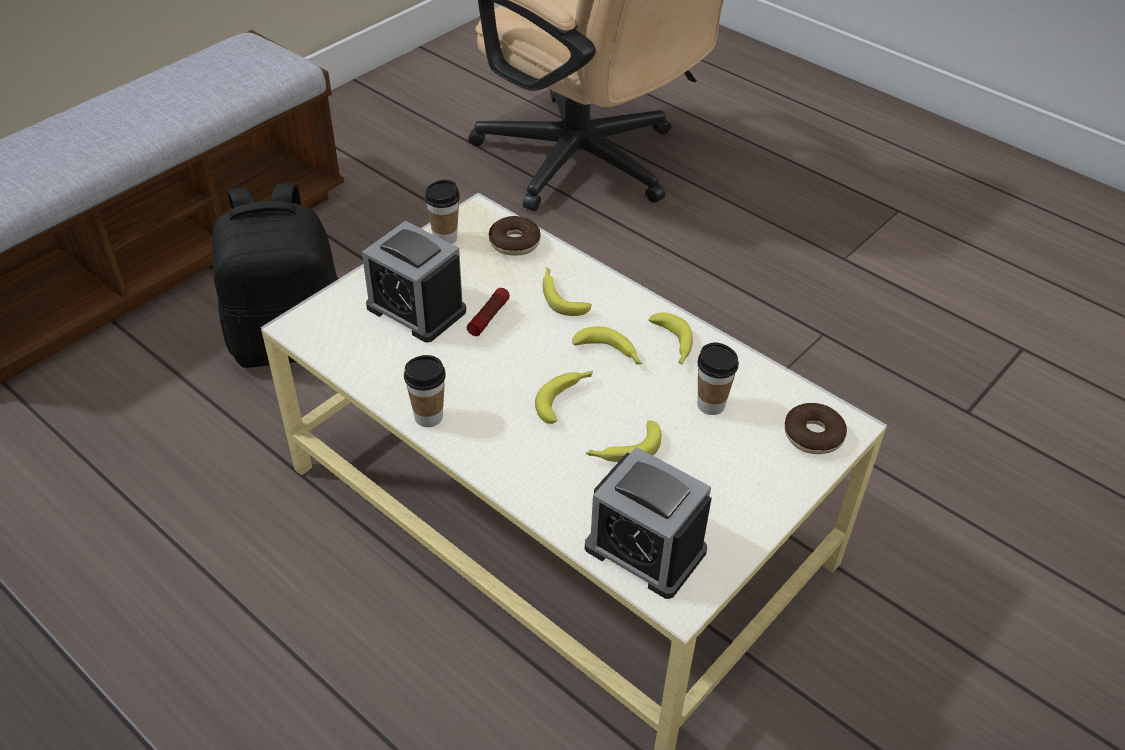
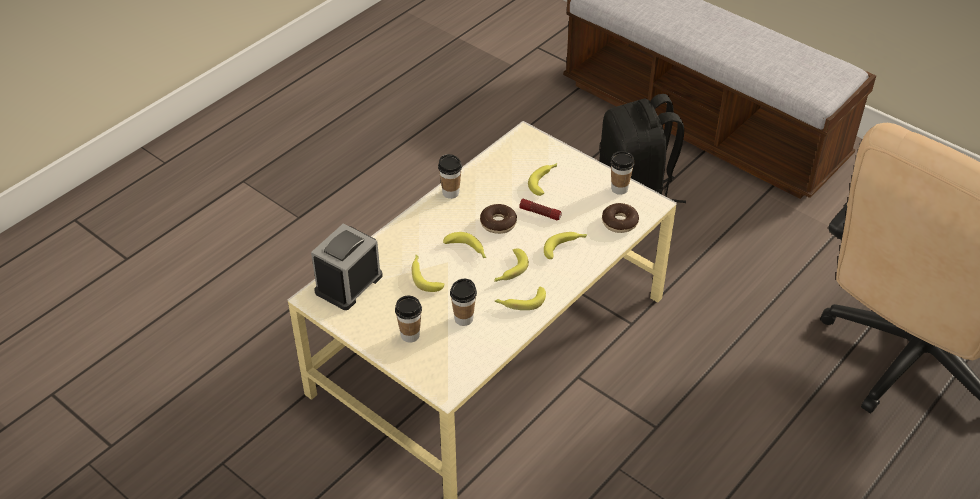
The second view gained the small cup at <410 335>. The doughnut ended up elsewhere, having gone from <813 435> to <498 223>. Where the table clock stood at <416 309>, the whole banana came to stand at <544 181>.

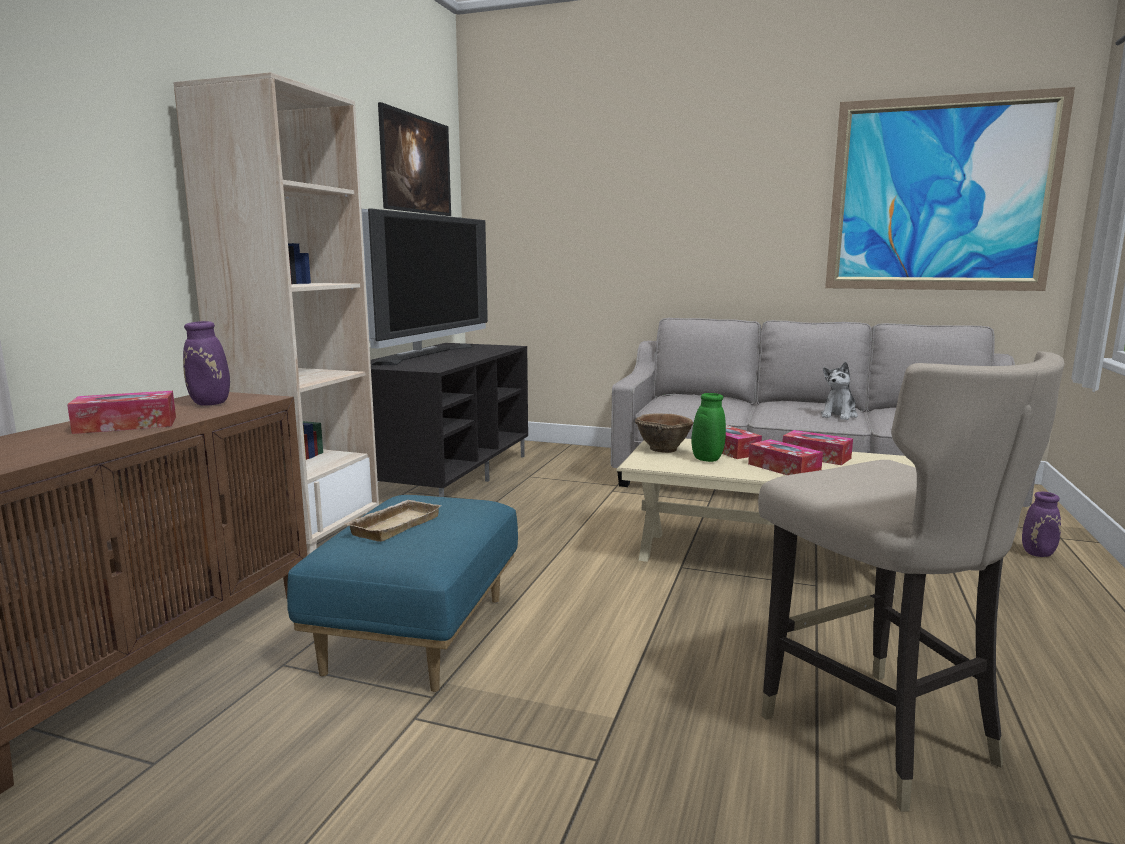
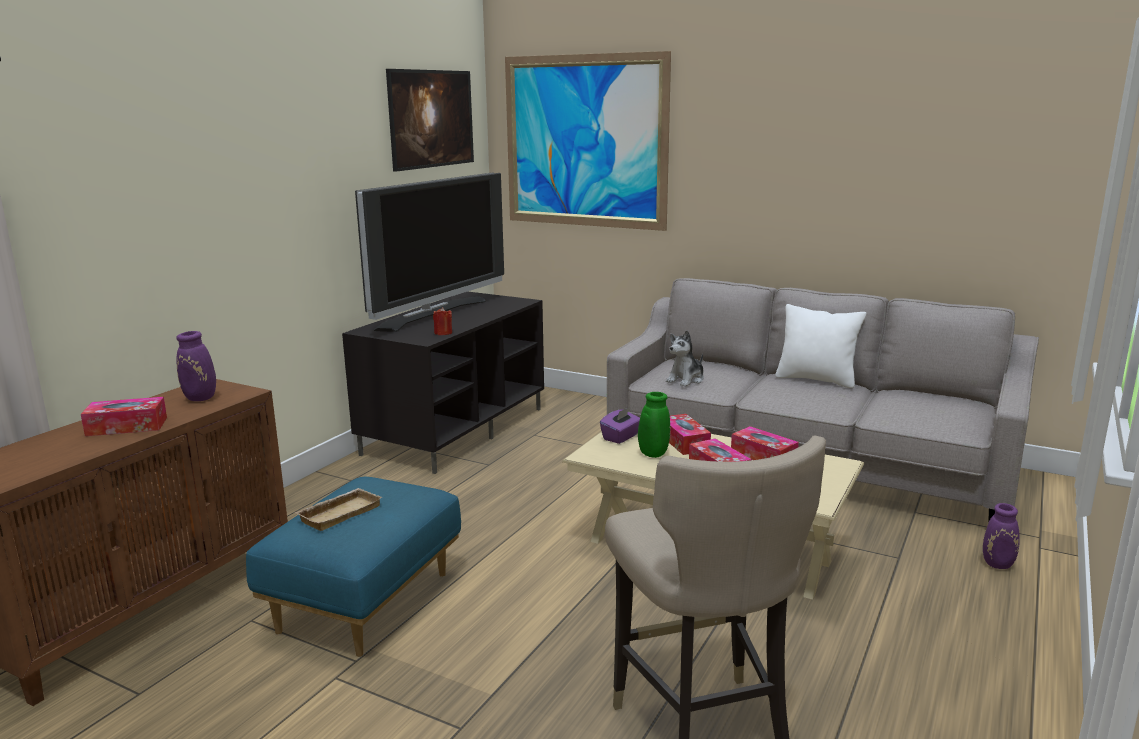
The second view lost the beige-coloured bookshelf at <307 550>. The second view gained the red candle at <443 333>. The second view gained the white-coloured pillow at <816 379>. The soft toy ended up elsewhere, having gone from <839 415> to <686 380>. The wall art ended up elsewhere, having gone from <940 195> to <584 142>. Where the brownish bowl stood at <662 449>, the purple tissue holder came to stand at <621 437>.

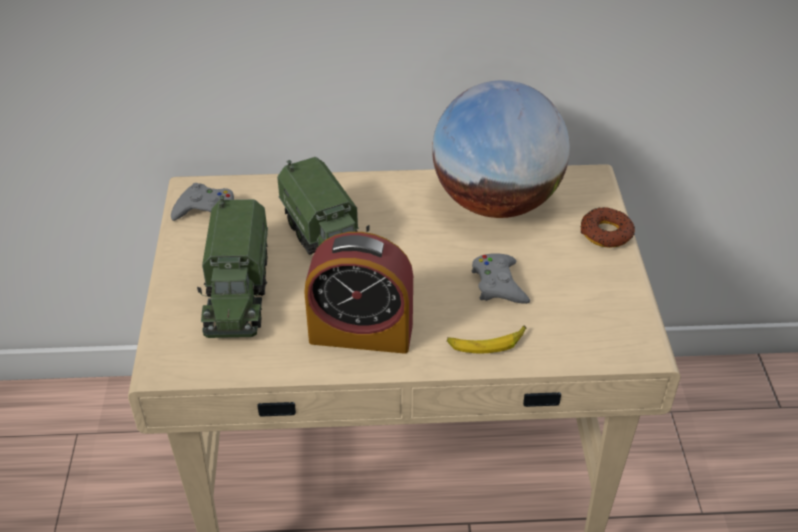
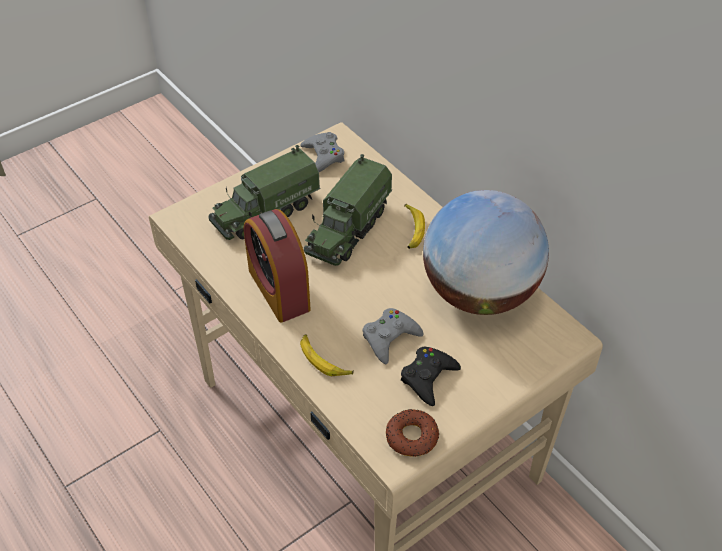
The second view gained the blackish game controller at <428 378>. The second view gained the whole banana at <412 230>. The doughnut ended up elsewhere, having gone from <606 233> to <411 437>.

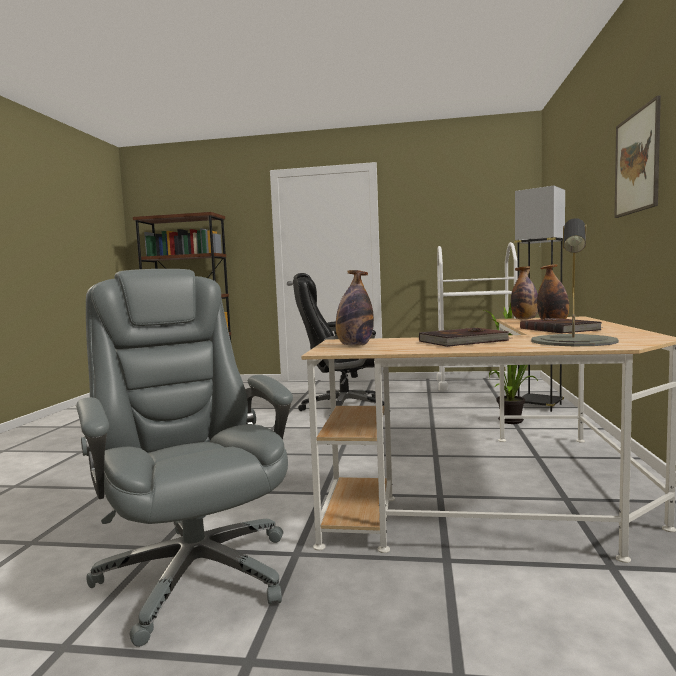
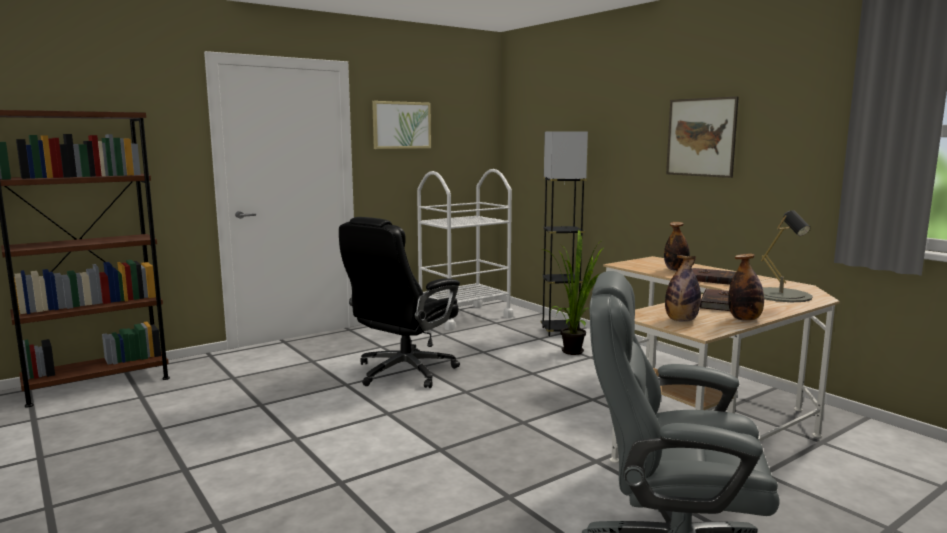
The second view gained the wall art at <401 125>. The bottle ended up elsewhere, having gone from <525 319> to <744 319>.

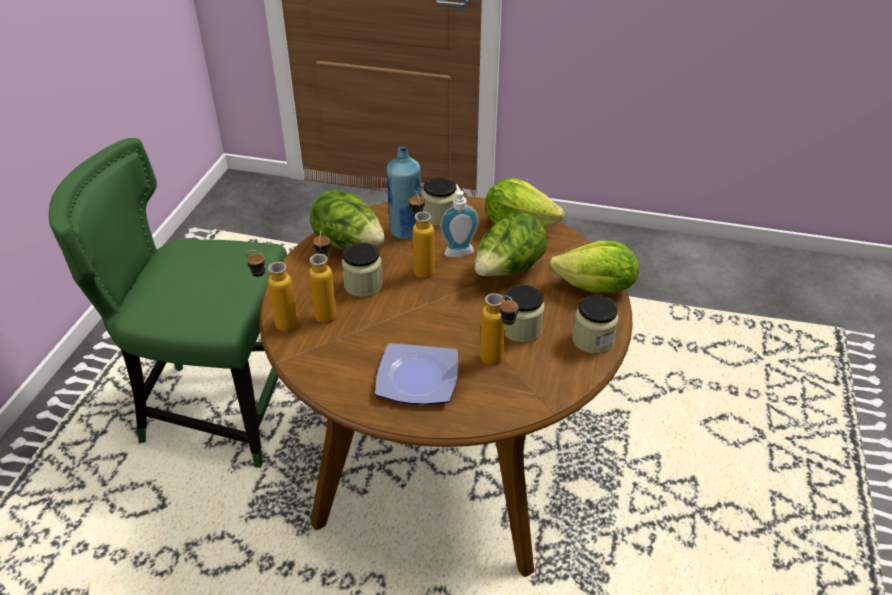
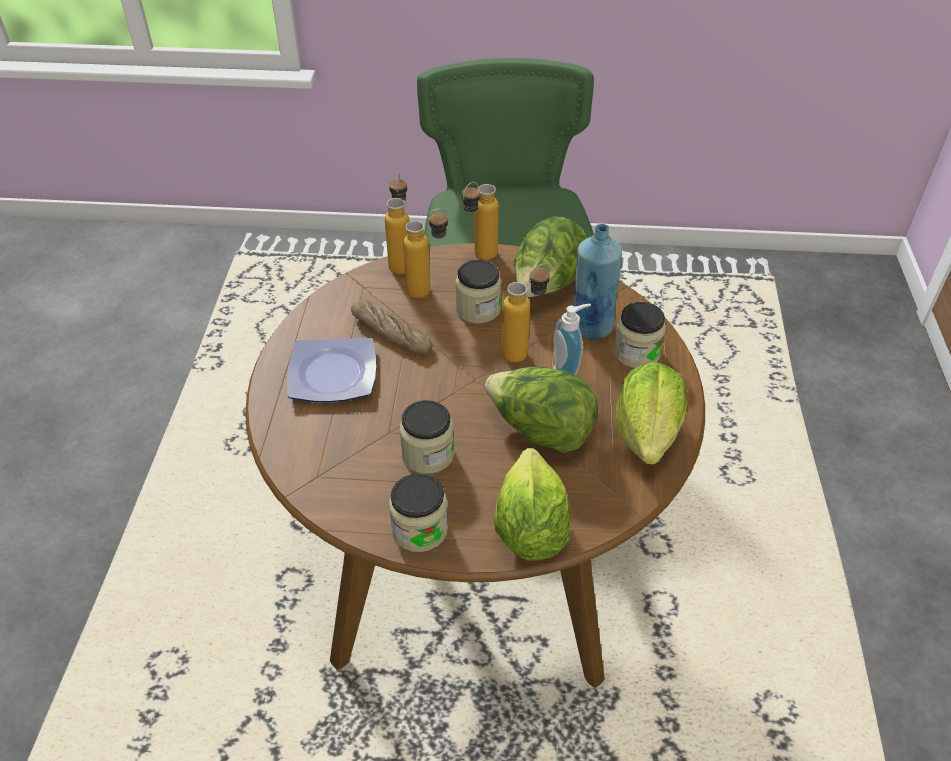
The second view gained the baked bread at <391 333>. The bottle ended up elsewhere, having gone from <497 363> to <479 258>.

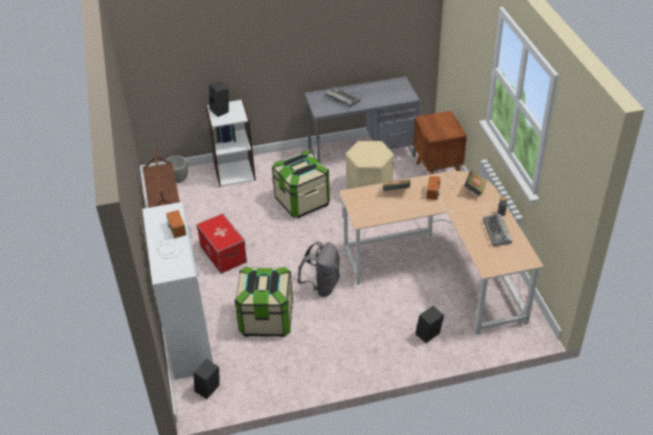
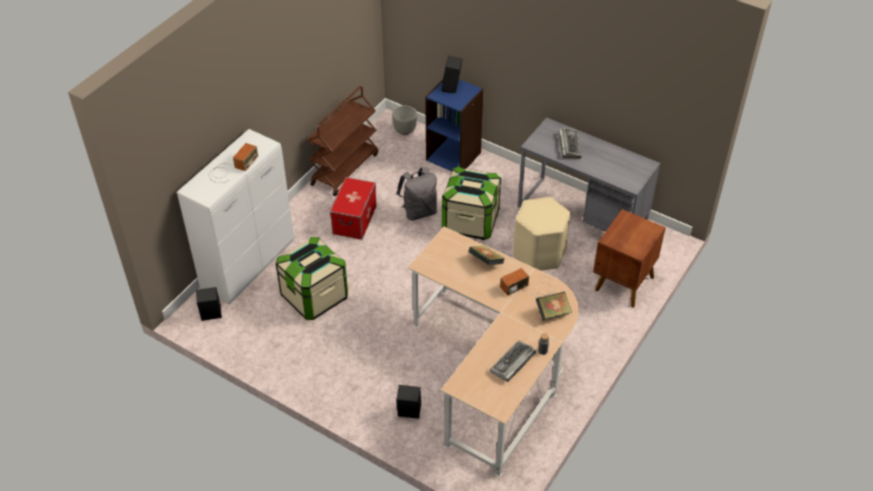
The greyish knapsack ended up elsewhere, having gone from <322 286> to <419 211>. What was the white-coloured bookshelf at <234 172> turned into the bluish bookshelf at <454 156>.

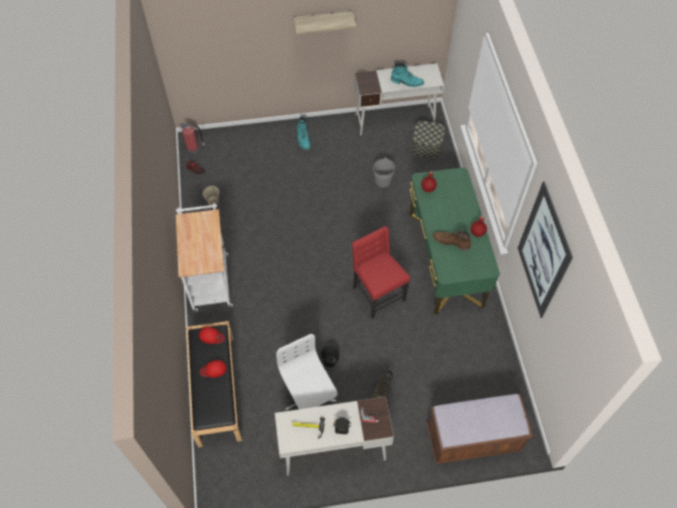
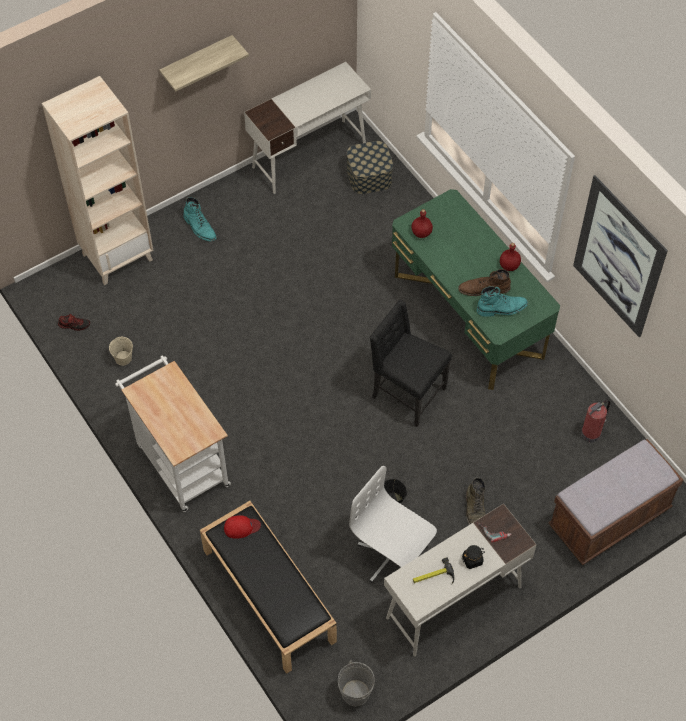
The second view lost the red cap at <213 369>. The second view gained the beige-coloured bookshelf at <117 256>. The fire extinguisher ended up elsewhere, having gone from <193 149> to <591 433>. The greyish bucket ended up elsewhere, having gone from <382 181> to <355 693>. The turquoise-coloured tall boot ended up elsewhere, having gone from <407 82> to <502 308>. What was the red chair at <377 294> turned into the blackish chair at <407 393>.

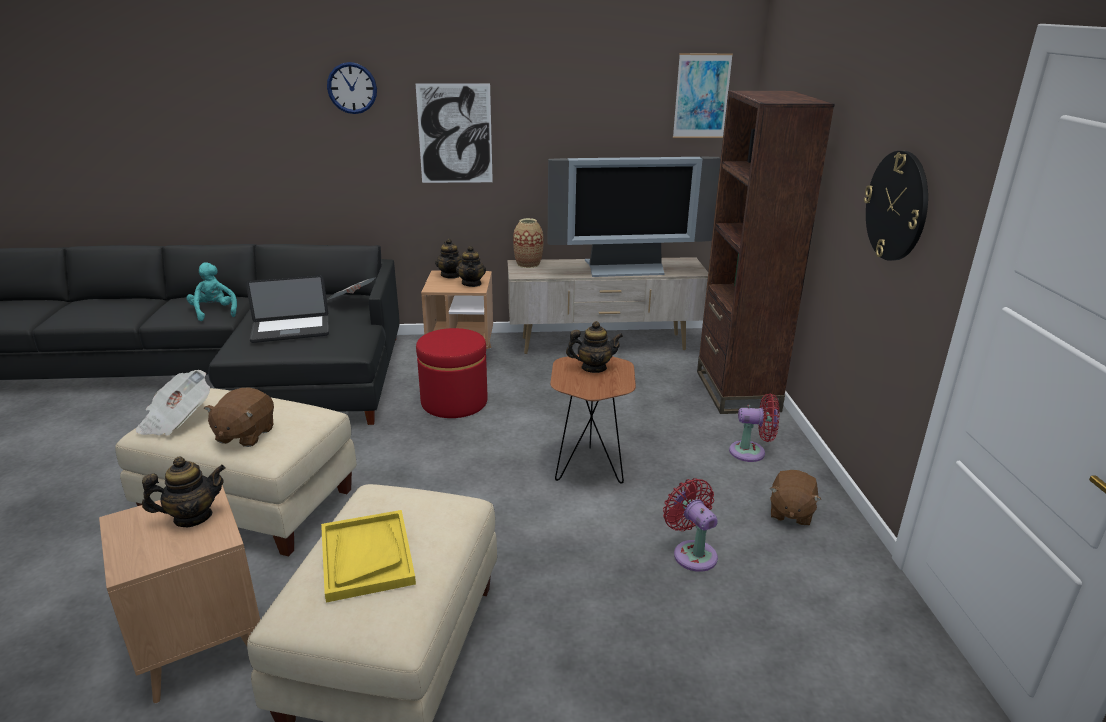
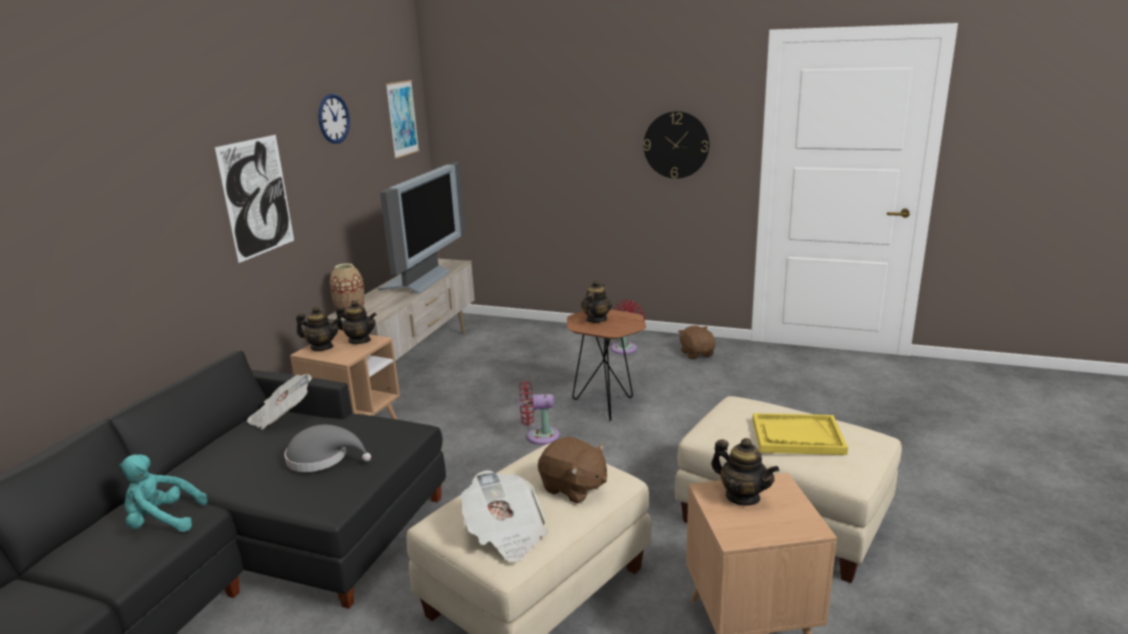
The second view lost the red ottoman at <454 402>. The second view lost the brownish bookshelf at <737 391>. The wall clock ended up elsewhere, having gone from <352 88> to <333 119>. The red electric fan ended up elsewhere, having gone from <692 553> to <539 436>. Where the laptop stood at <291 330>, the greyish hat came to stand at <322 458>. The teapot at <192 517> ended up facing another way, 135 degrees clockwise from before. The brownish soft toy at <790 512> ended up facing another way, 150 degrees counterclockwise from before.

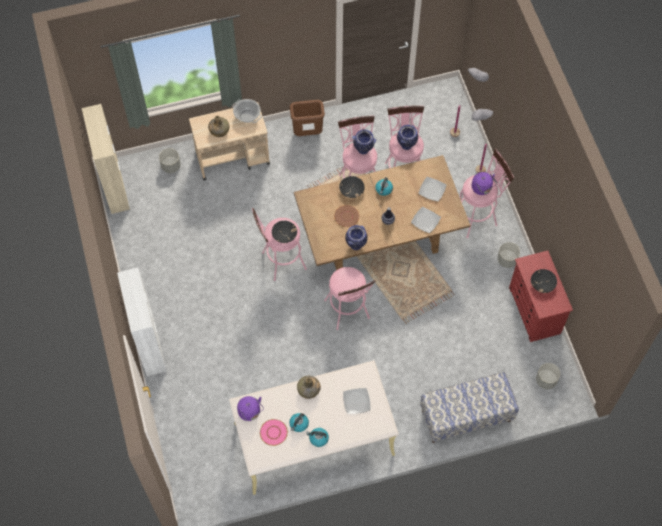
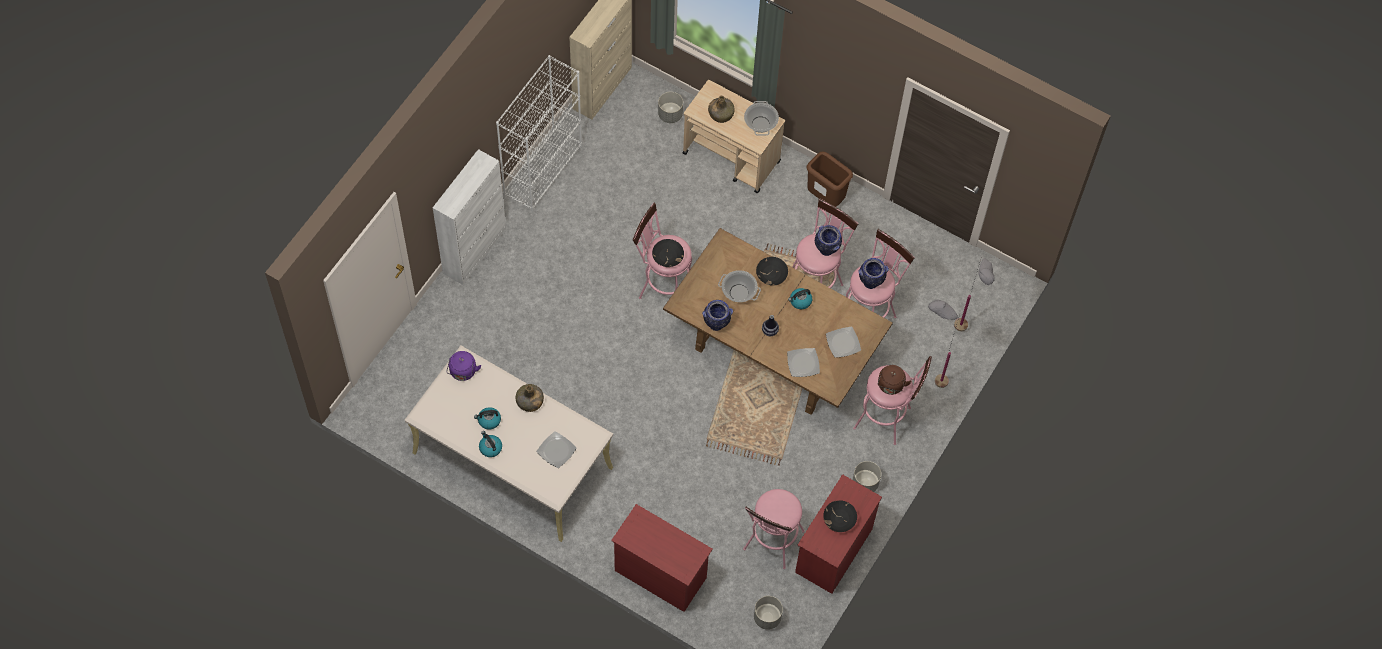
The second view lost the pink-coloured plate at <273 432>. The second view gained the white-coloured bookshelf at <543 170>. The pink-coloured stool ended up elsewhere, having gone from <348 312> to <771 544>. Where the brownish plate stood at <346 216>, the stockpot came to stand at <738 293>. Where the bench stood at <466 416>, the red chest of drawers came to stand at <660 573>. What was the purple kettle at <482 189> turned into the brownish kettle at <890 386>.

